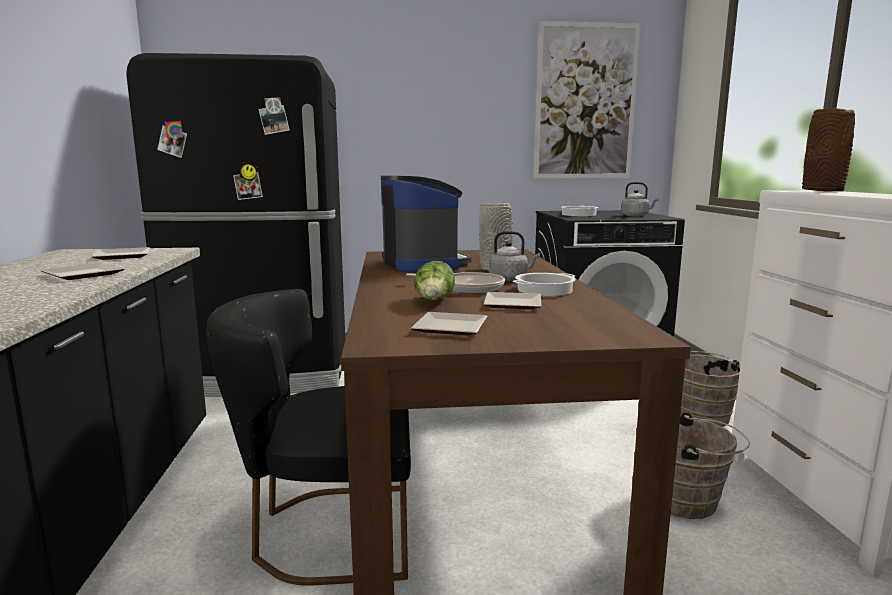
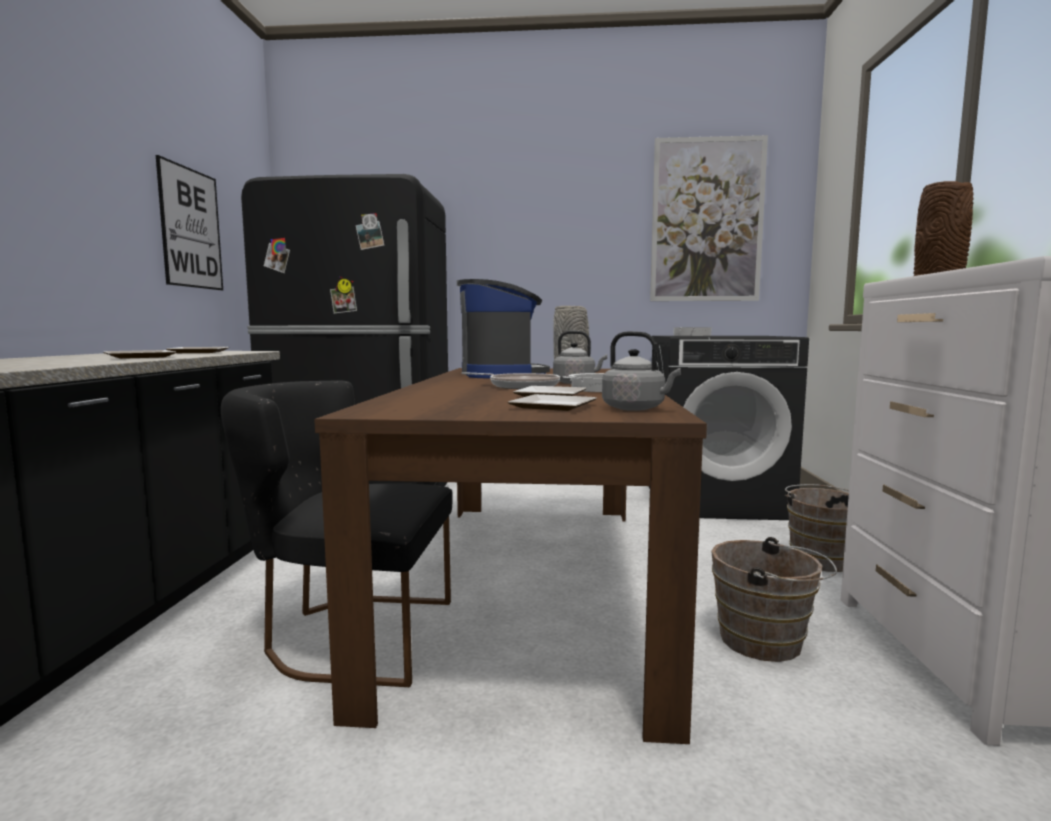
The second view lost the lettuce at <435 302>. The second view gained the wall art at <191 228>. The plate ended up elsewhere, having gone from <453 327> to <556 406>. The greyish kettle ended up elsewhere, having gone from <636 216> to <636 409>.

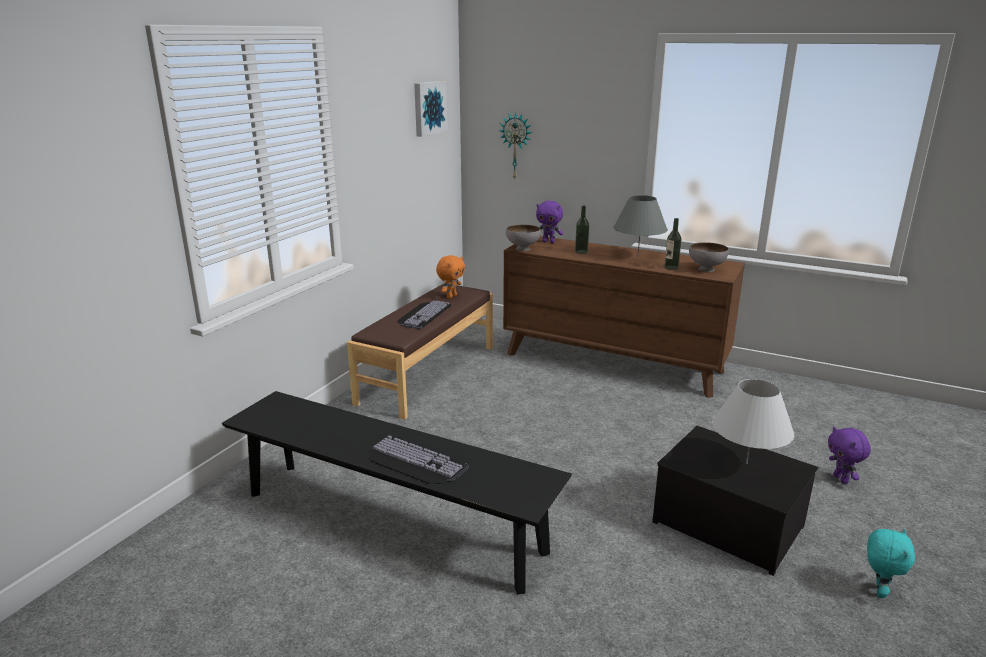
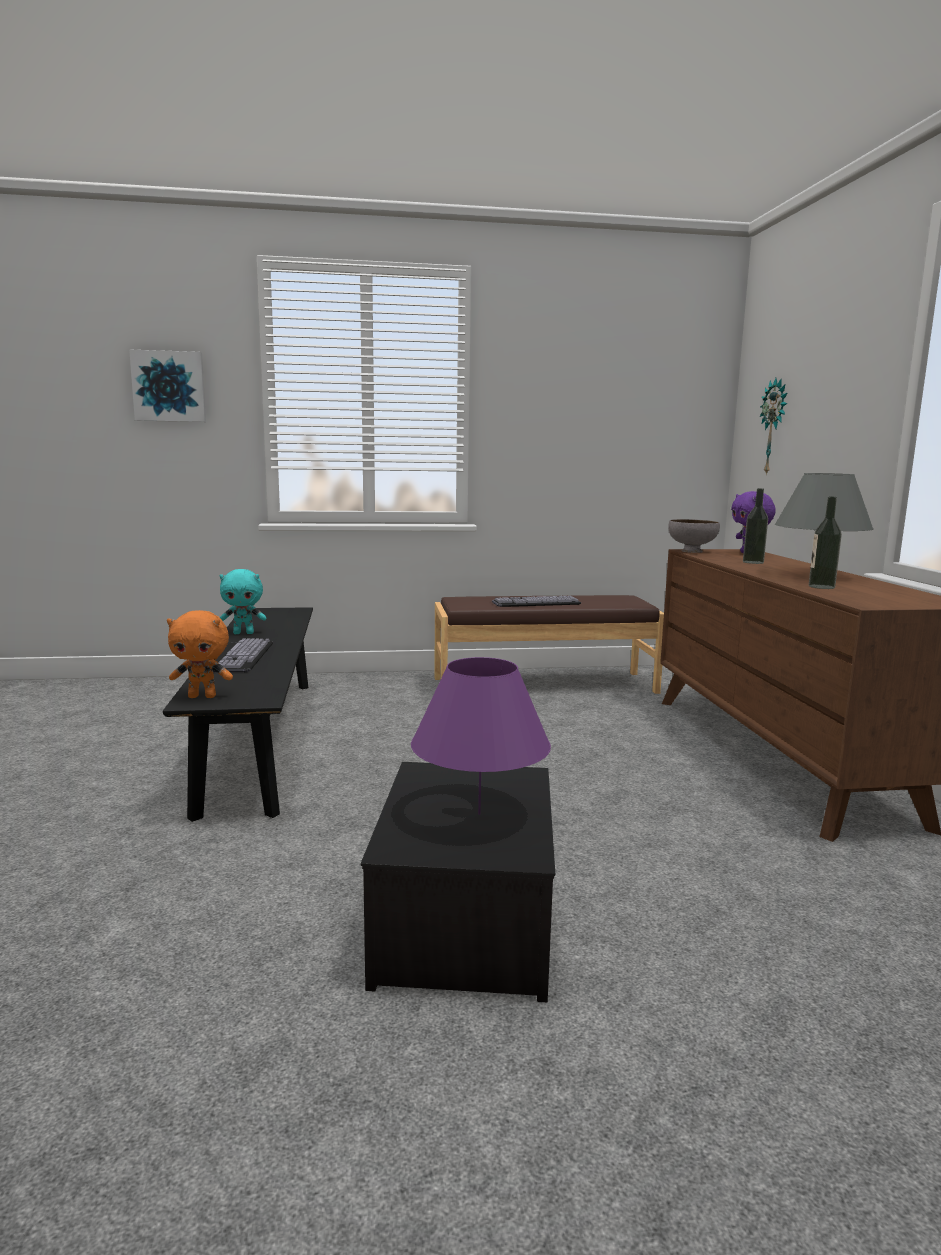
The second view lost the greyish bowl at <706 269>. The second view lost the purple soft toy at <841 479>. The wall art ended up elsewhere, having gone from <428 108> to <169 386>. The orangey soft toy ended up elsewhere, having gone from <451 296> to <203 696>. The turquoise-coloured soft toy ended up elsewhere, having gone from <878 590> to <244 633>. What was the white-coloured lamp for a table at <746 463> turned into the purple lamp for a table at <479 814>.

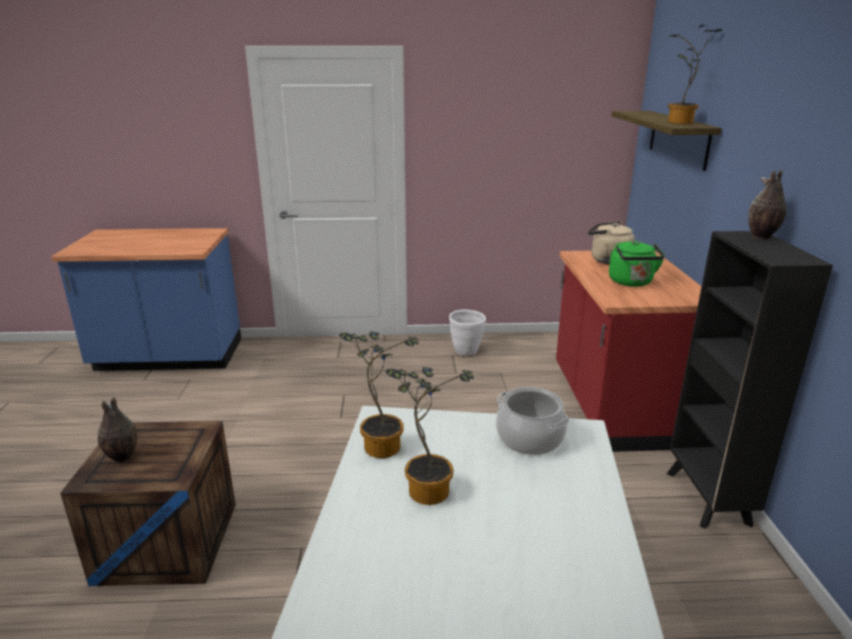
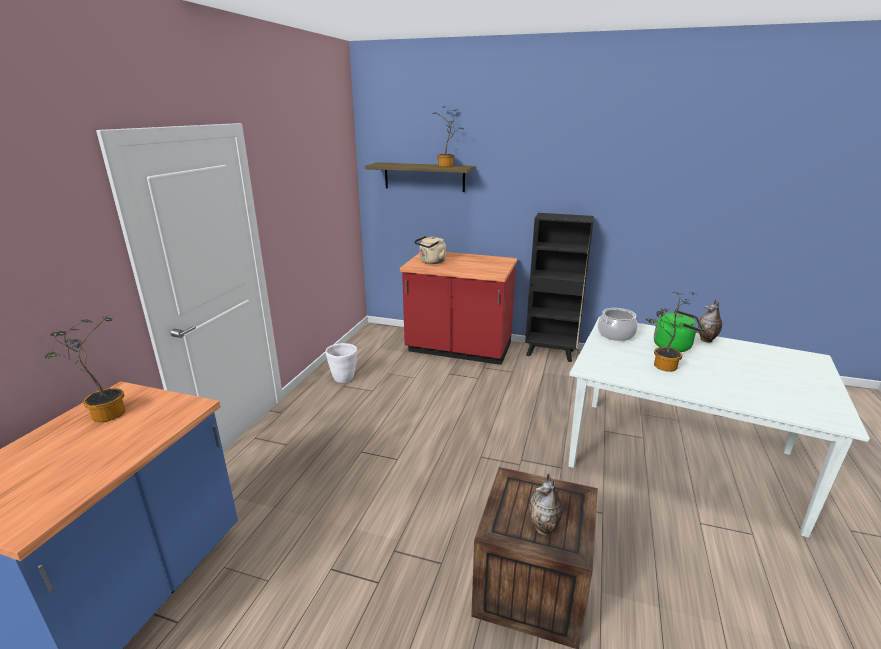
The houseplant ended up elsewhere, having gone from <381 444> to <104 414>. The green kettle ended up elsewhere, having gone from <632 282> to <674 346>. The decorative vase ended up elsewhere, having gone from <760 237> to <707 340>.

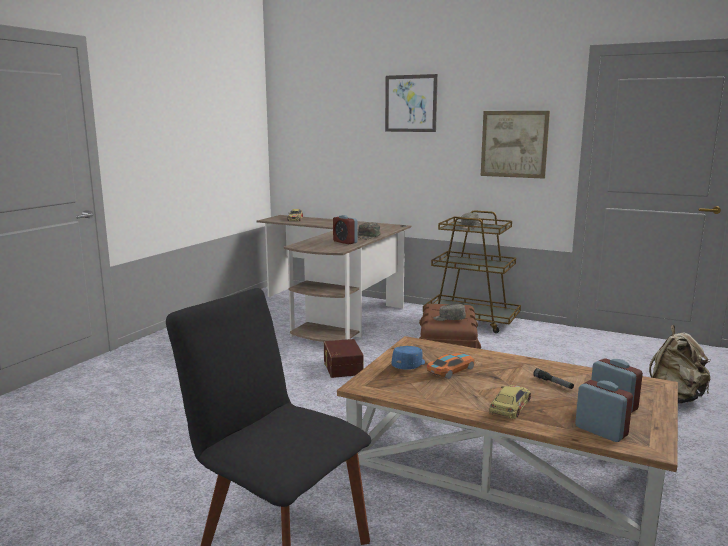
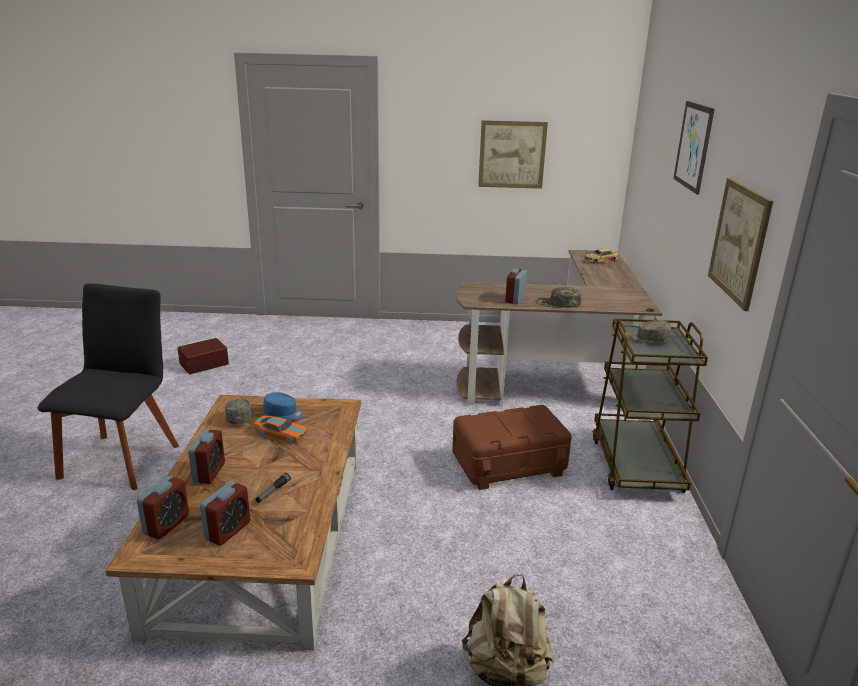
The second view gained the wall art at <512 154>. The brownish storage bin ended up elsewhere, having gone from <341 367> to <203 363>. The greyish cap ended up elsewhere, having gone from <449 319> to <239 417>. Where the model car stood at <510 406>, the table clock came to stand at <209 473>.

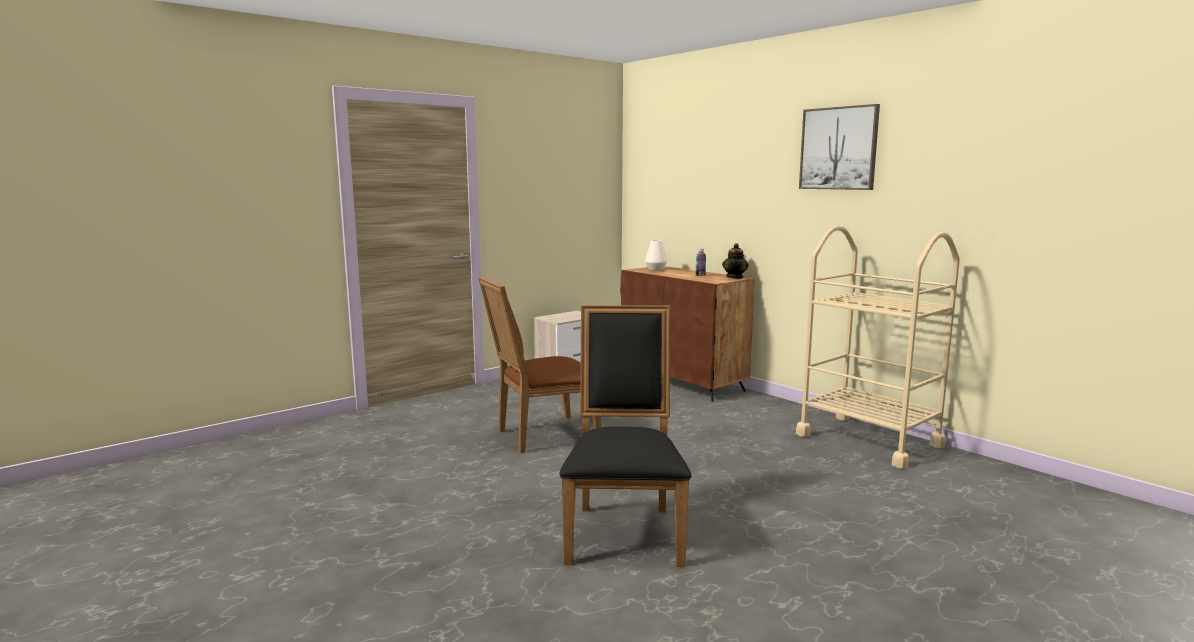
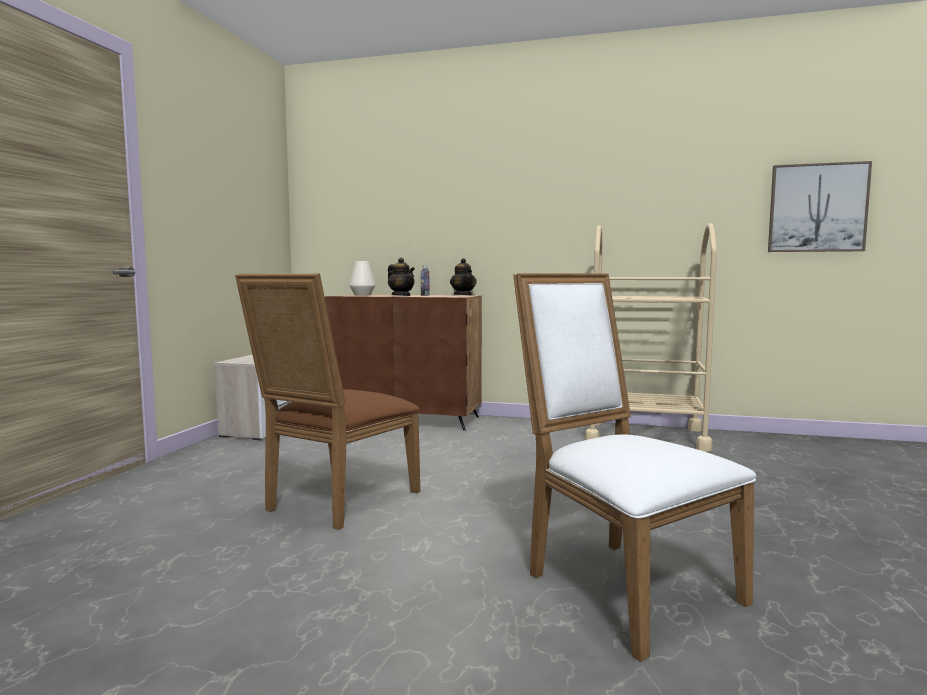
The second view gained the teapot at <401 296>. The wall art ended up elsewhere, having gone from <838 148> to <817 208>. What was the blackish chair at <624 531> turned into the white-coloured chair at <621 585>.

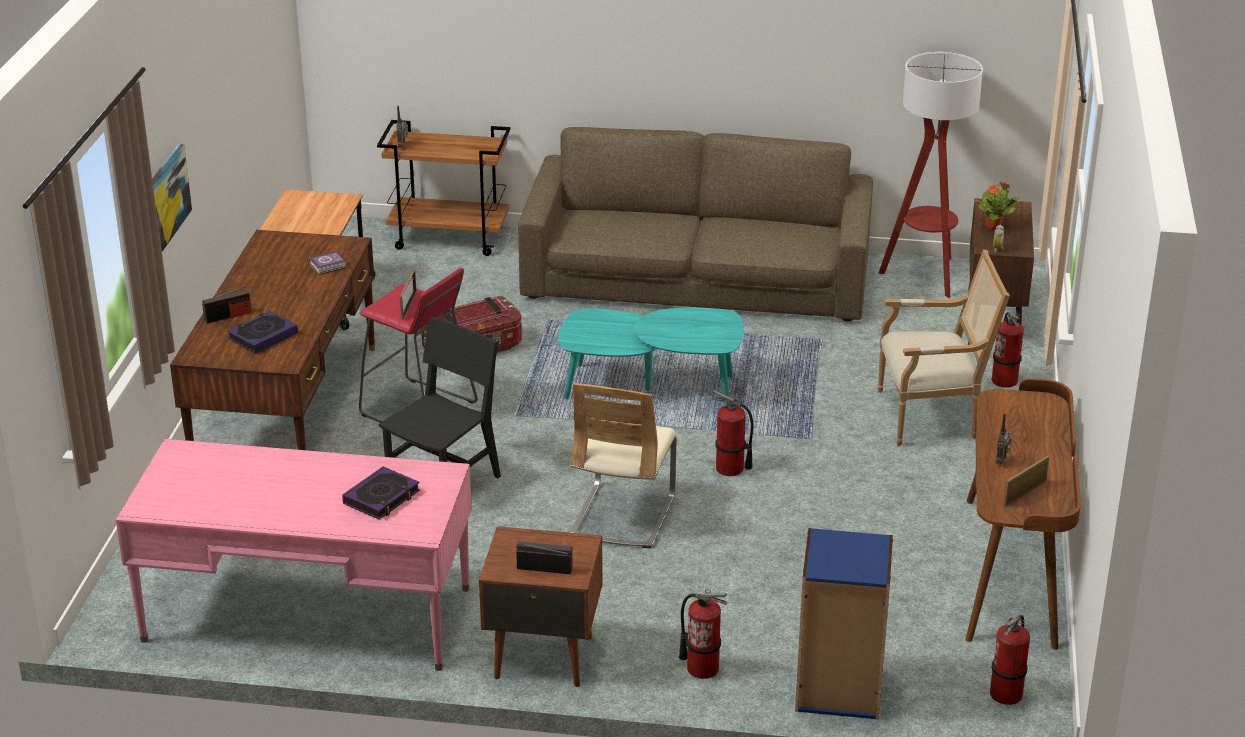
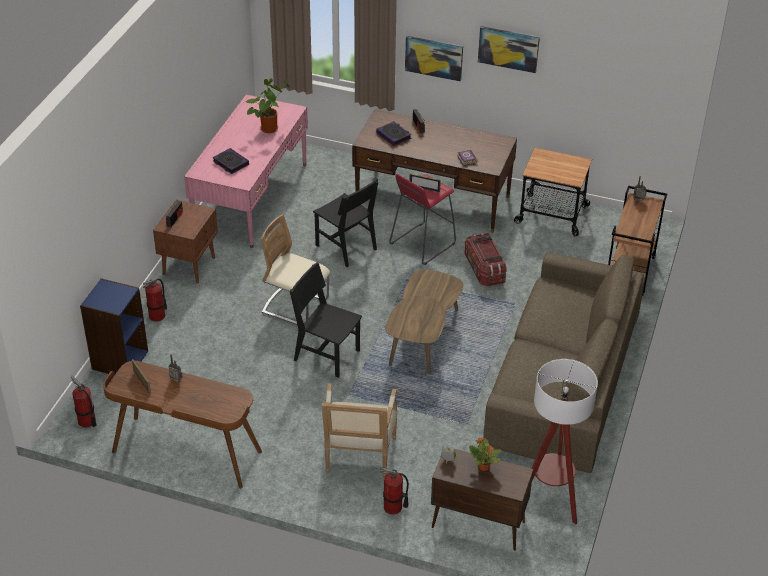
The second view gained the houseplant at <269 127>. The second view gained the wall art at <508 49>. Where the fire extinguisher stood at <730 469>, the blackish chair came to stand at <327 355>. What was the turquoise-coloured low table at <651 388> turned into the brownish low table at <423 336>.

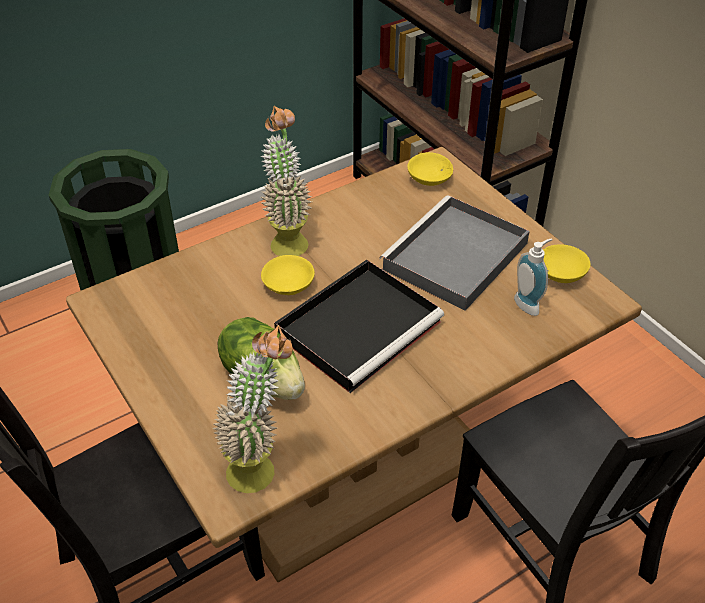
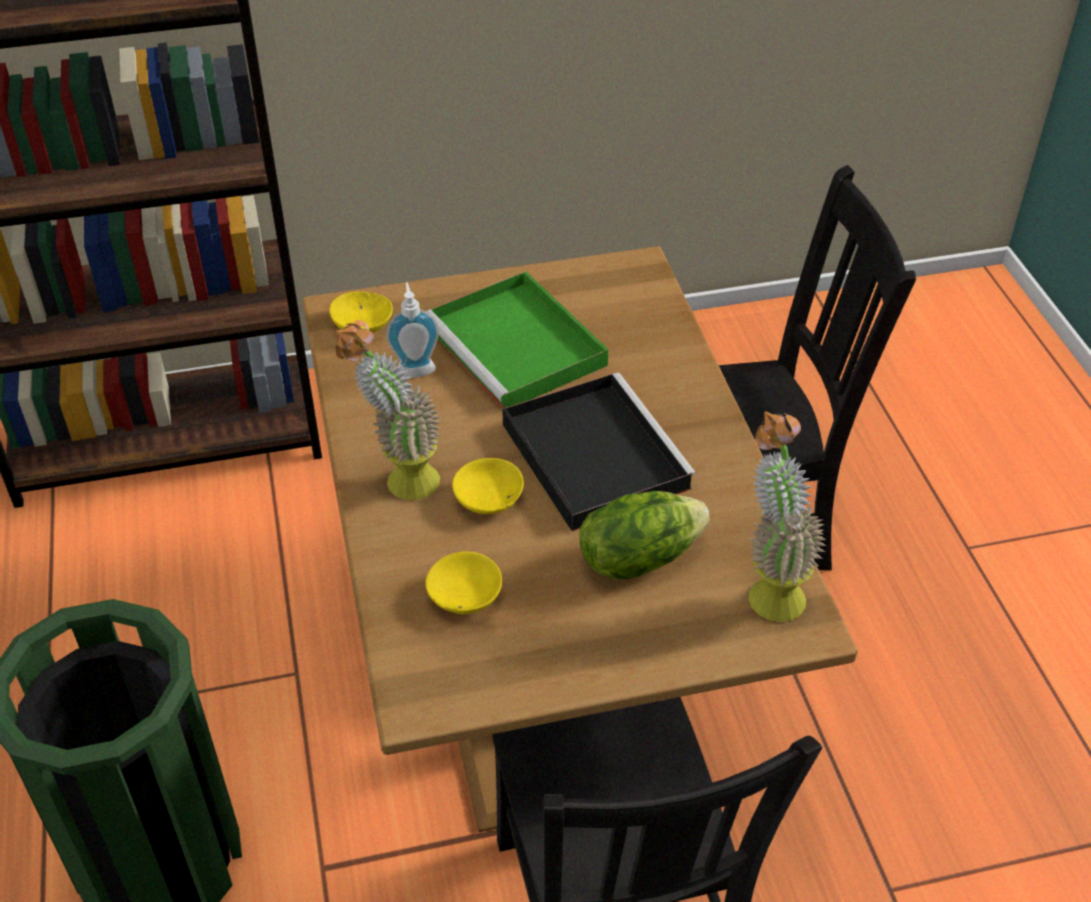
The soap dispenser ended up elsewhere, having gone from <529 304> to <415 368>. The yellow bowl ended up elsewhere, having gone from <562 274> to <467 595>. What was the greyish serving tray at <454 258> turned into the green serving tray at <519 347>.

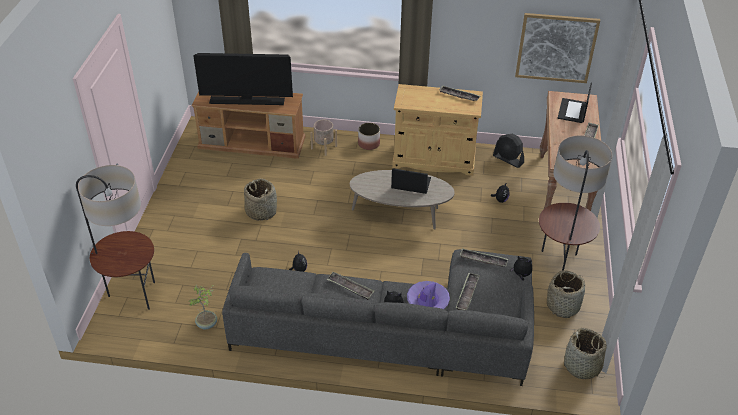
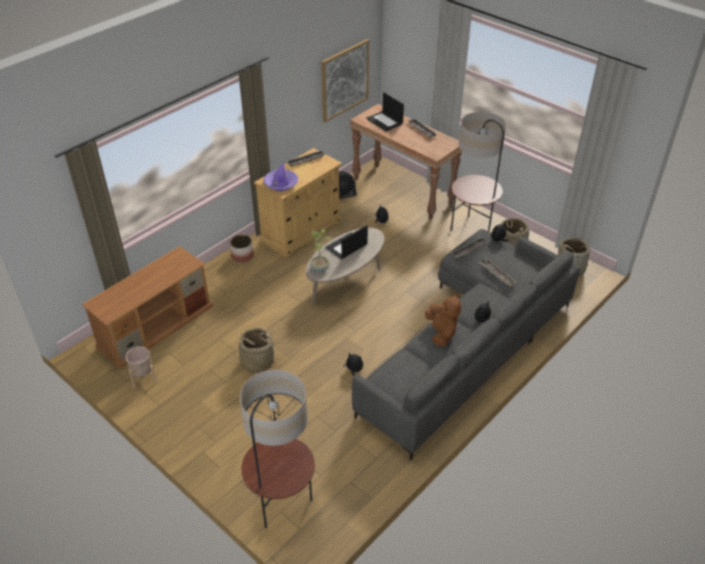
The second view lost the television at <247 100>. The houseplant ended up elsewhere, having gone from <207 324> to <320 268>. The beige-coloured flower pot ended up elsewhere, having gone from <324 147> to <143 377>. The purple hat ended up elsewhere, having gone from <427 300> to <281 183>. Where the serving tray stood at <350 287>, the brownish soft toy came to stand at <441 333>.

